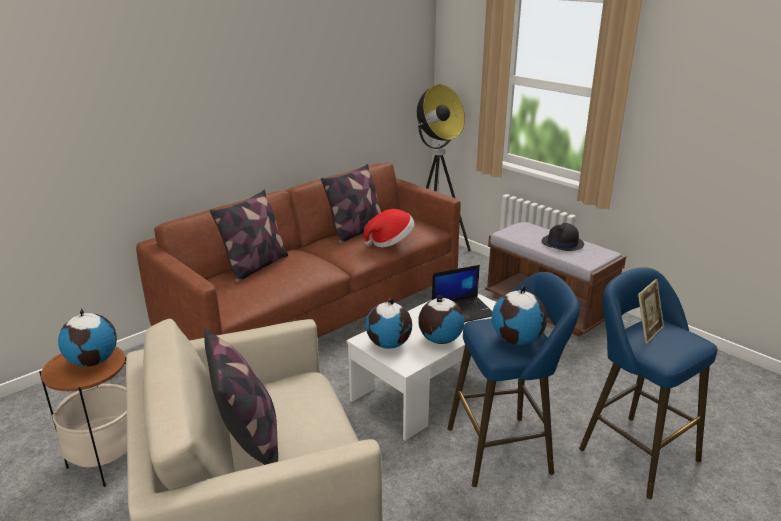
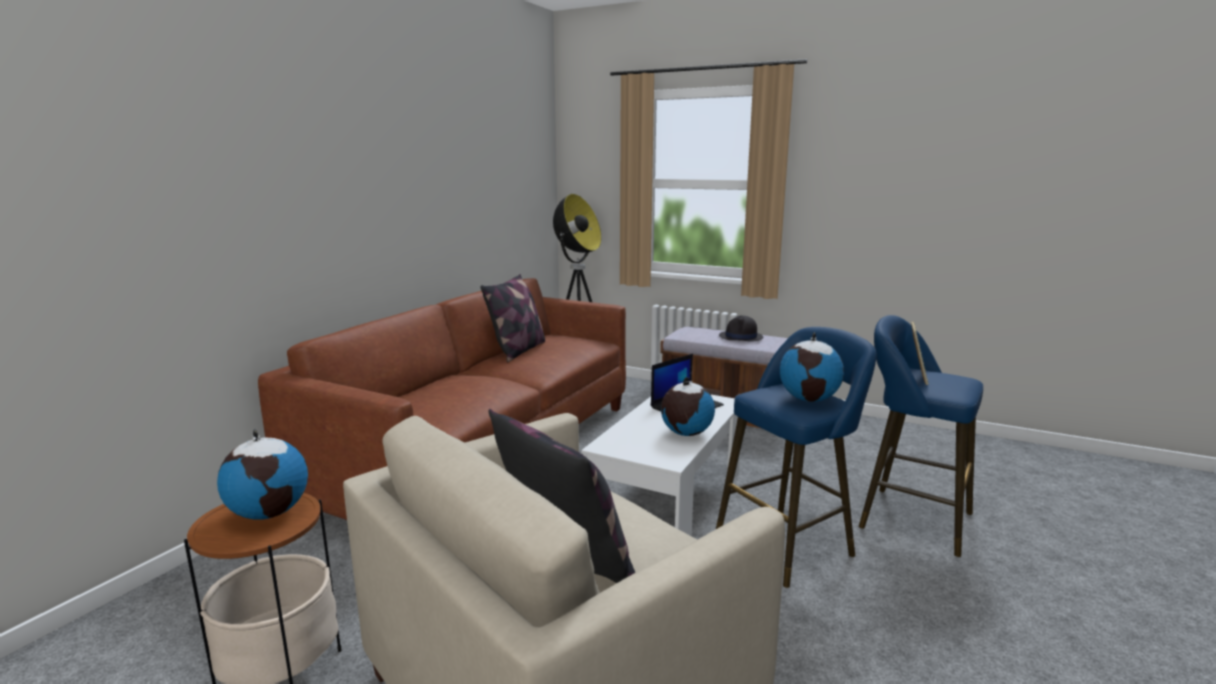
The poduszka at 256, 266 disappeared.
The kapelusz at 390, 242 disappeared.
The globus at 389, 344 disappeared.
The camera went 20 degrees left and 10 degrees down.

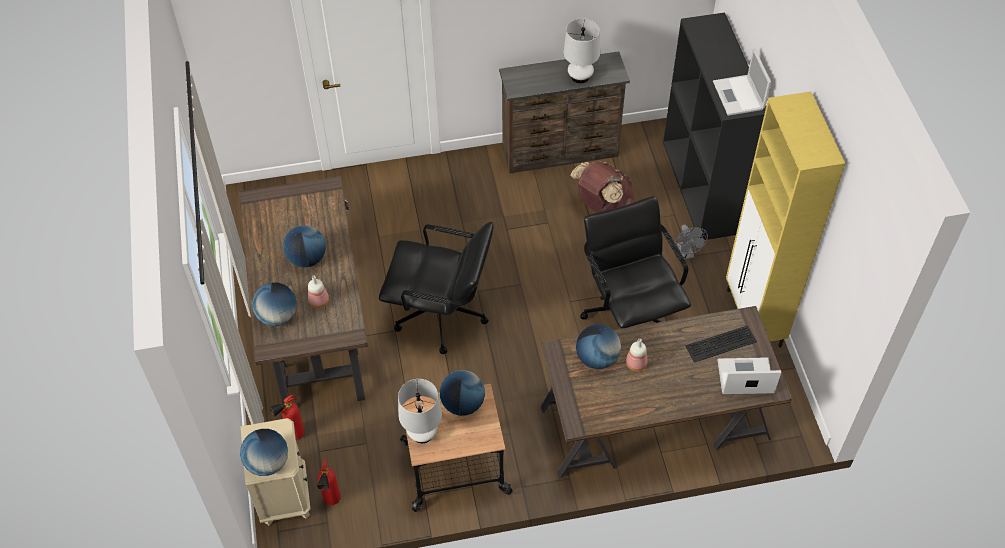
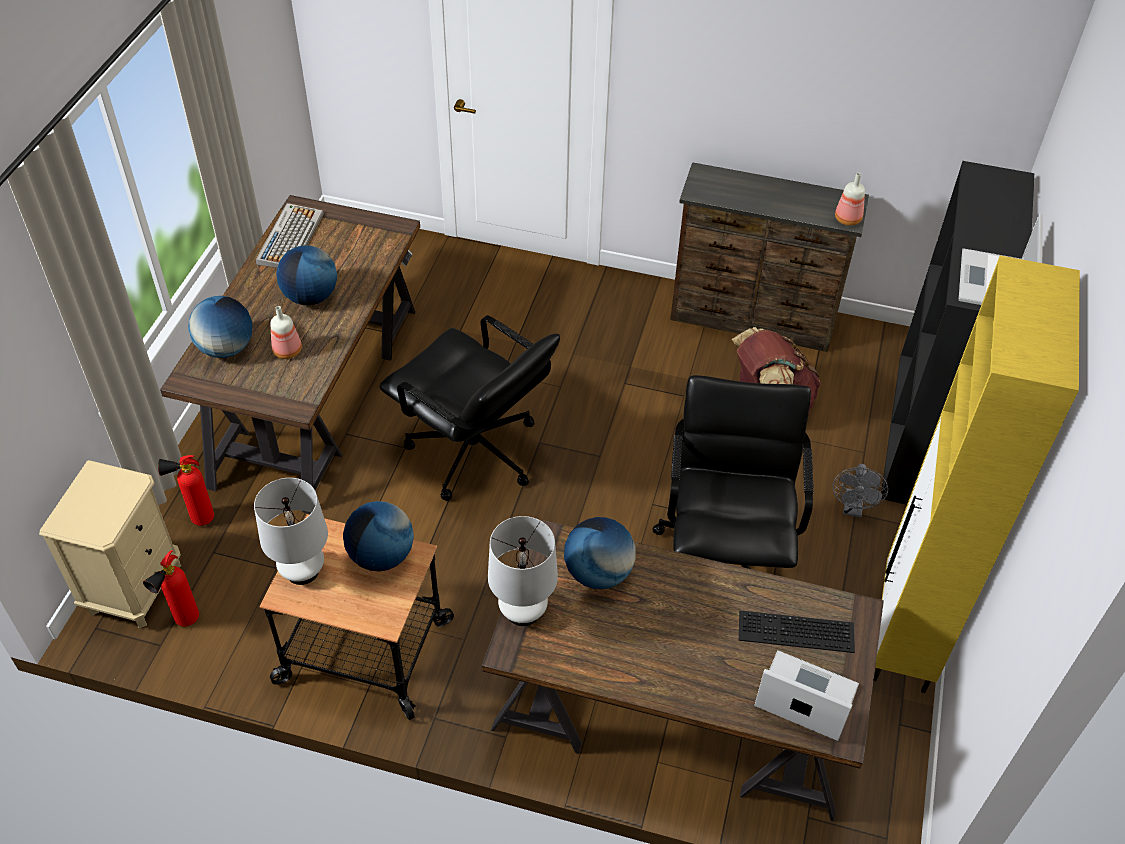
The klawiatura at 290, 237 appeared.
The lampa stołowa/biały moved from 580, 77 to 523, 611.
The butelka moved from 635, 363 to 847, 218.
The globus at 267, 463 disappeared.
The camera went 25 degrees right and 5 degrees down.

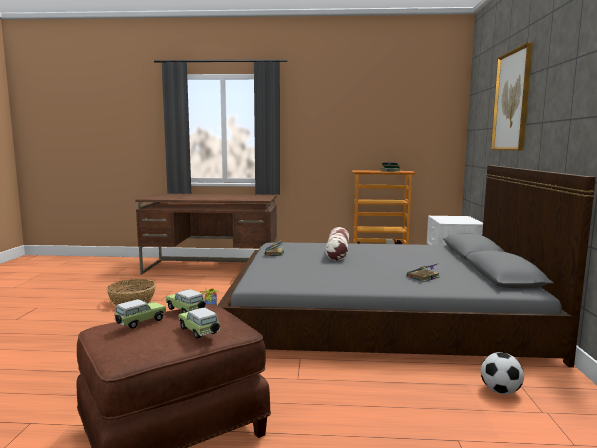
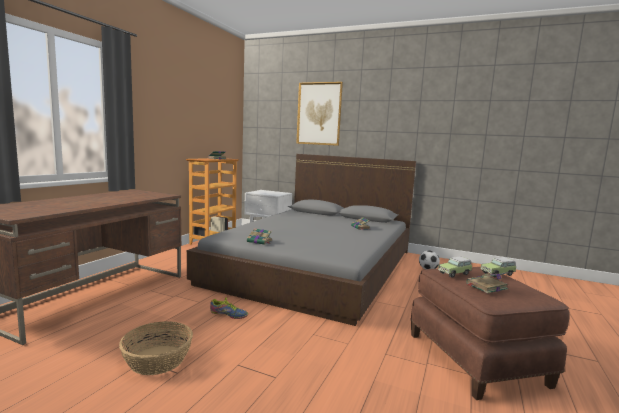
The samochodzik at 139, 322 was replaced by the książka at 486, 286.
The poduszka at 337, 252 disappeared.
The camera went 70 degrees left and 0 degrees up.

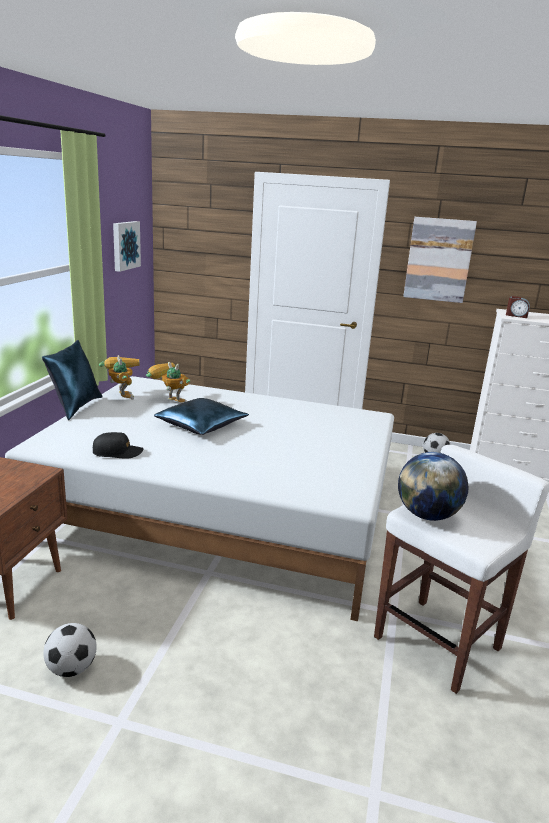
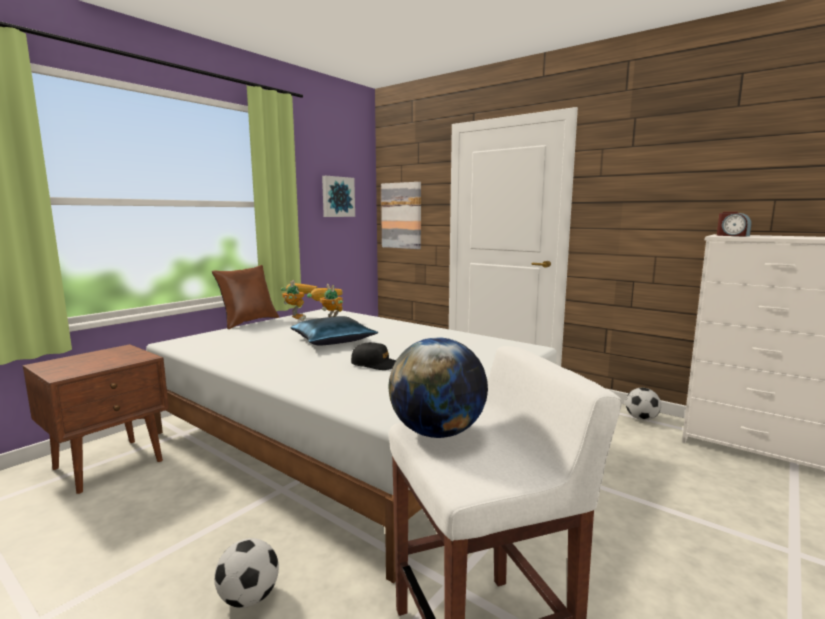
The poduszka/niebieski at 75, 407 became the poduszka/brązowy at 248, 322.
The piłka futbolowa moved from 71, 668 to 249, 598.
The czapka z daszkiem/czarny moved from 117, 452 to 376, 364.
The obraz moved from 438, 260 to 401, 215.
The camera went 25 degrees right and 10 degrees down.

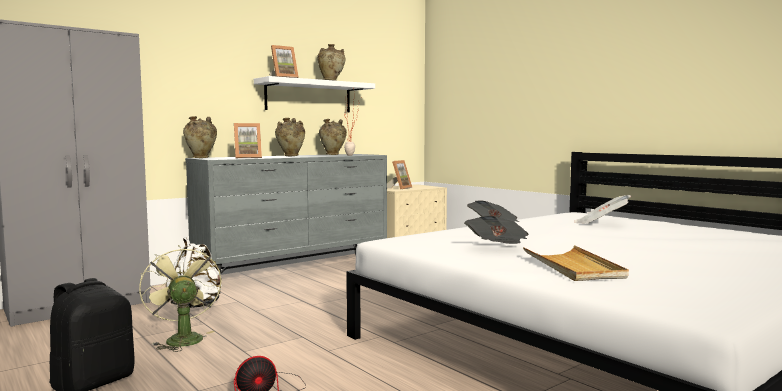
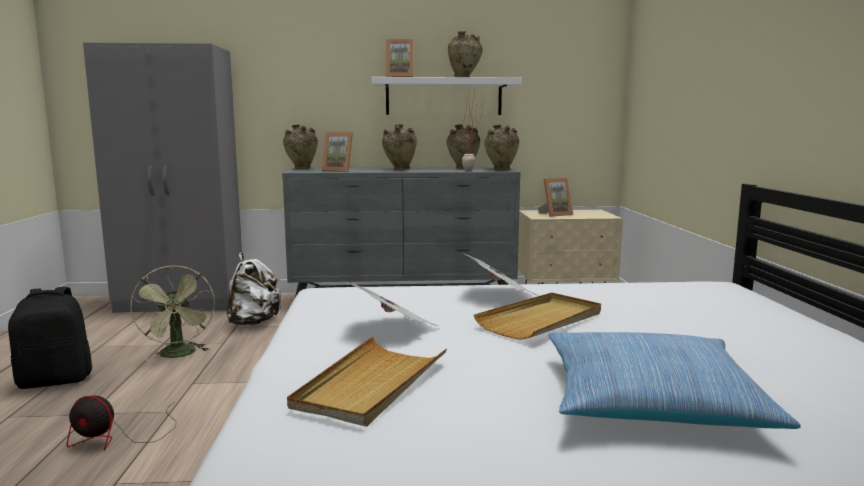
The wentylator/zielony at 182, 338 turned 150 degrees clockwise.
The taca/beżowy at 541, 320 appeared.
The wazon/beżowy at 501, 170 appeared.
The poduszka at 650, 399 appeared.
The gazeta at 601, 224 disappeared.
The camera went 35 degrees right and 5 degrees up.

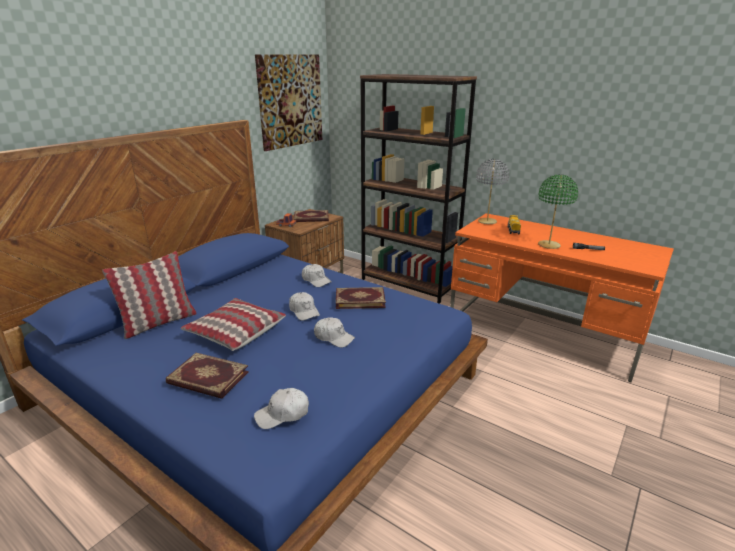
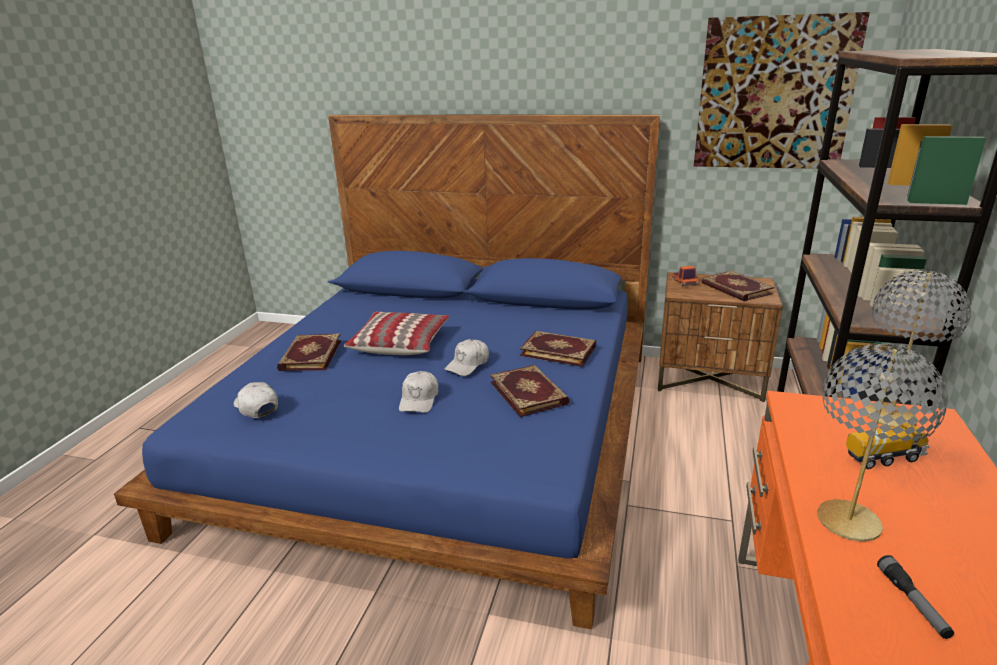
The czapka z daszkiem/biały at 316, 280 was replaced by the książka at 558, 350.
The lampa stołowa/zielony at 549, 245 became the lampa stołowa/szary at 849, 522.
The poduszka at 158, 323 disappeared.
The camera went 70 degrees right and 0 degrees up.

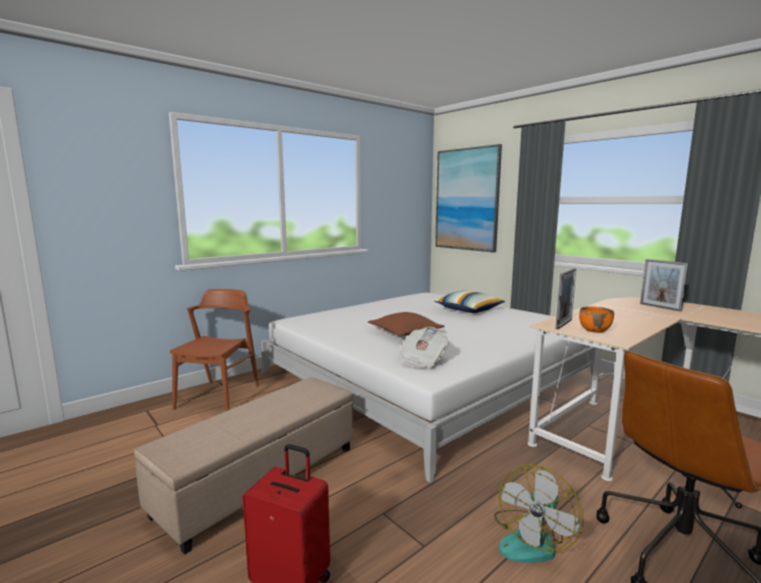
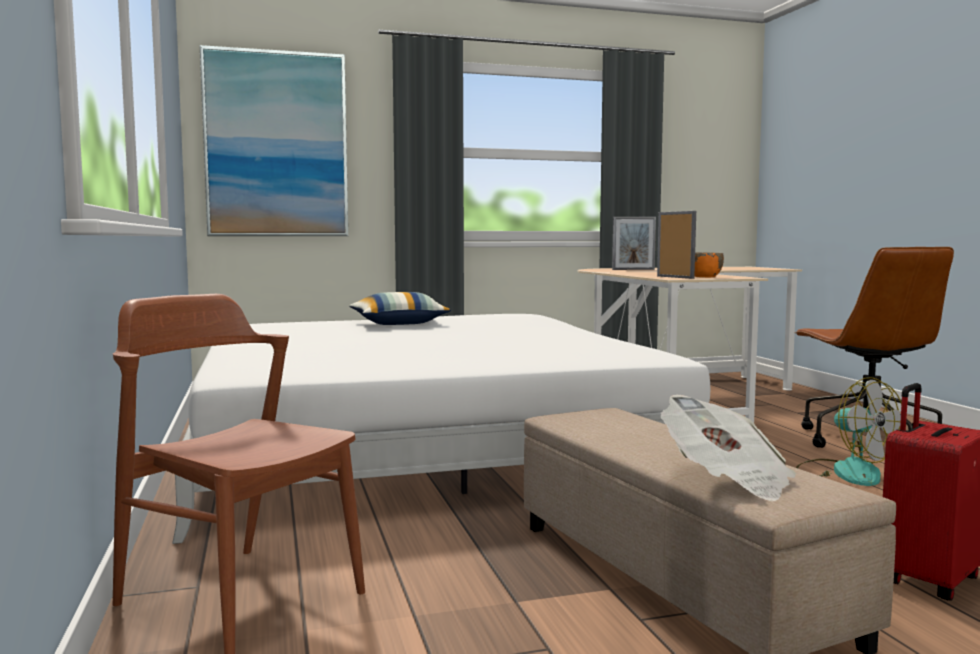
The gazeta moved from 421, 361 to 727, 480.
The poduszka/brązowy at 405, 332 disappeared.
The camera went 65 degrees left and 5 degrees down.

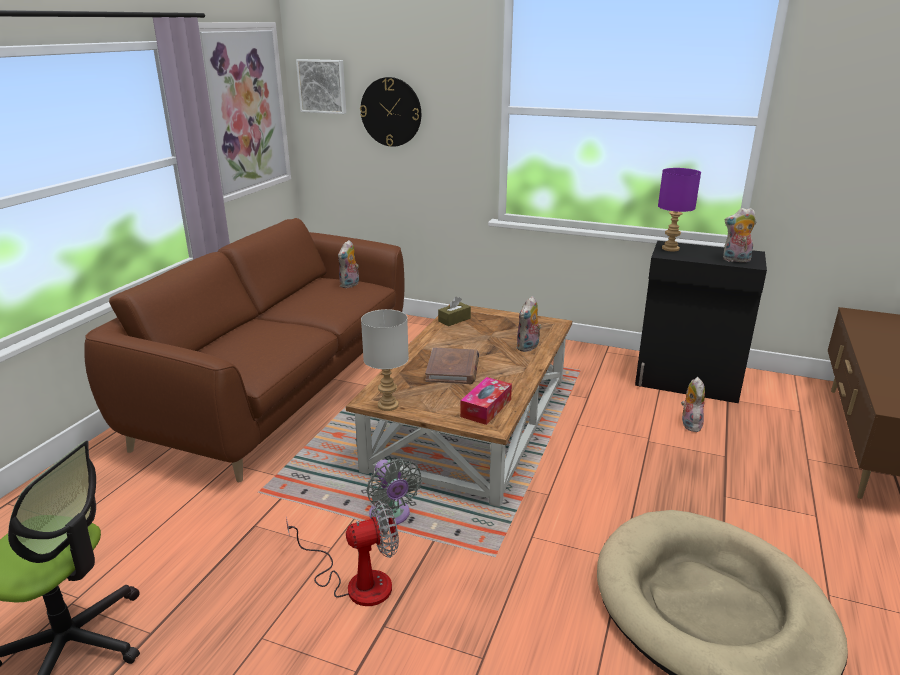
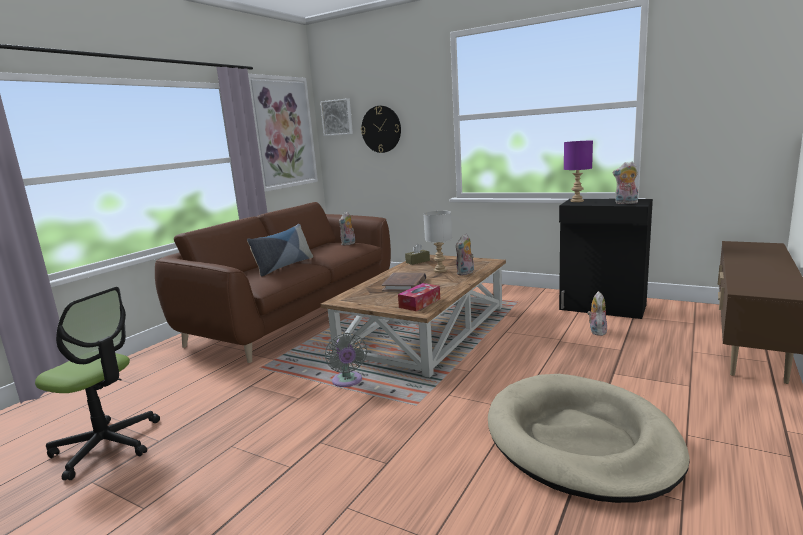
The poduszka at 284, 266 appeared.
The lampa stołowa/szary moved from 389, 405 to 440, 270.
The wentylator at 356, 582 disappeared.
The camera went 10 degrees right and 10 degrees down.

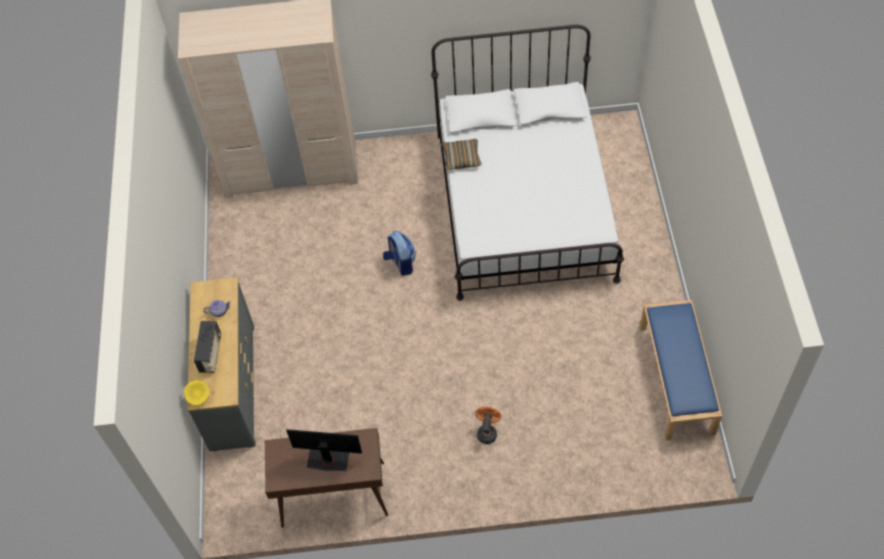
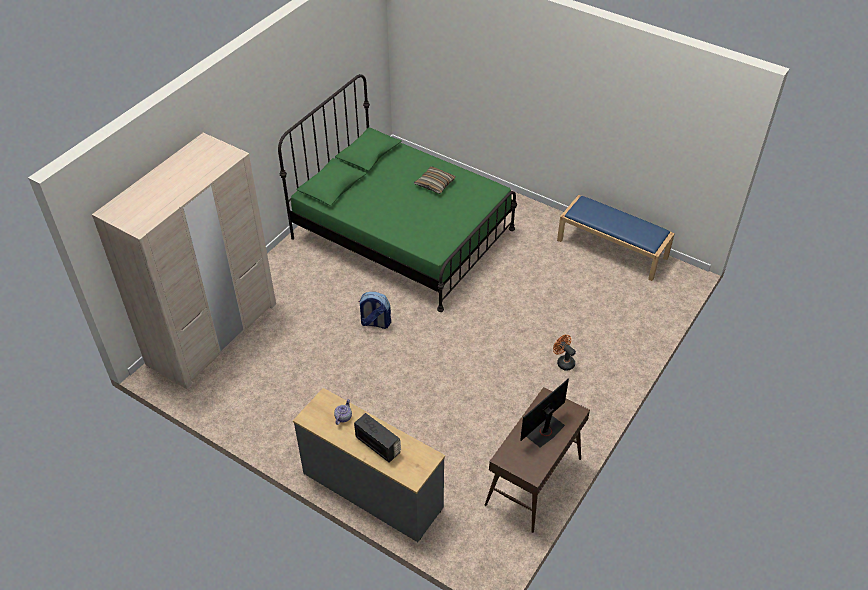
The łóżko/biały at 524, 205 became the łóżko/zielony at 402, 233.
The poduszka moved from 461, 158 to 435, 184.
The miska/żółty at 199, 398 disappeared.
The camera went 55 degrees left and 10 degrees down.

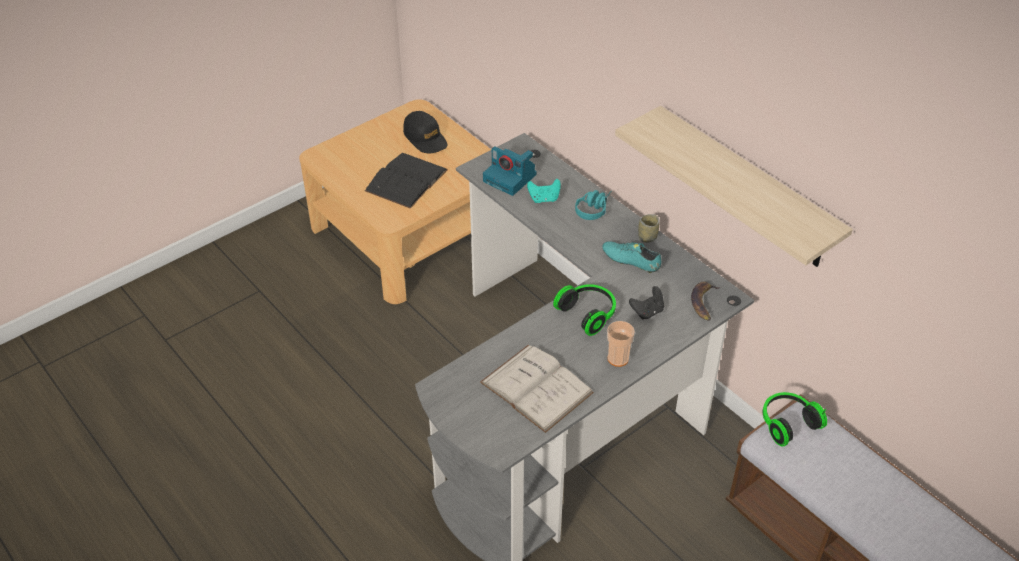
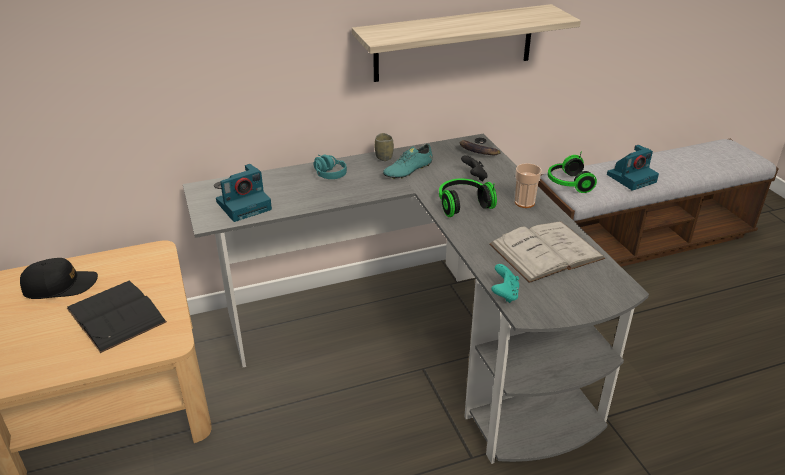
The pad do gier/turkusowy moved from 544, 199 to 504, 294.
The aparat fotograficzny at 631, 178 appeared.
The camera went 70 degrees left and 10 degrees down.

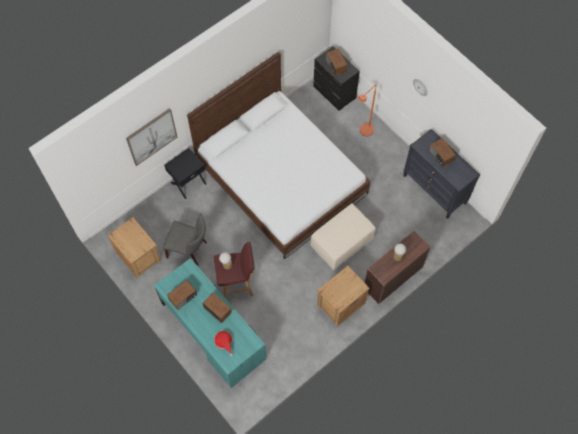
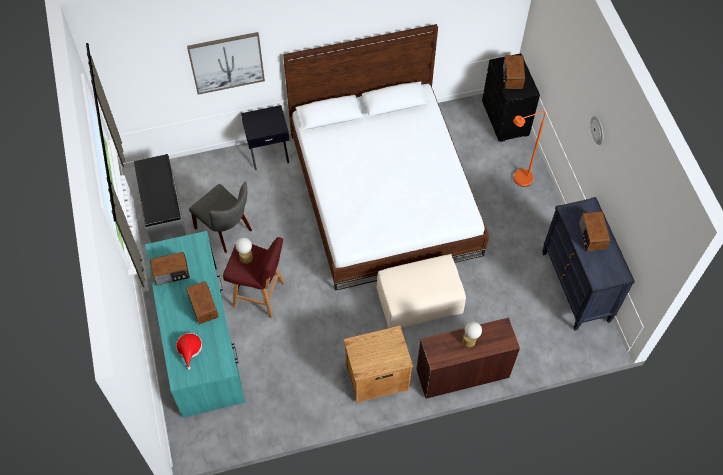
The szafka nocna/brązowy at 138, 255 was replaced by the ławka/szary at 163, 212.
The camera went 25 degrees right and 5 degrees down.

